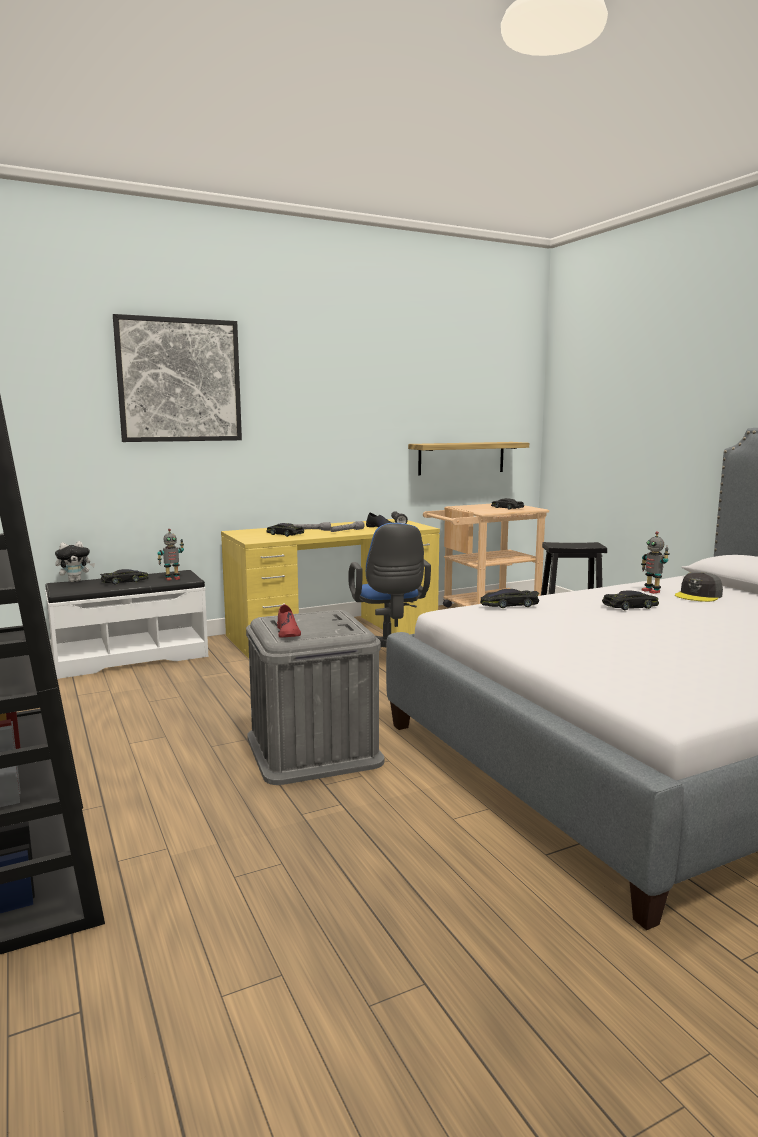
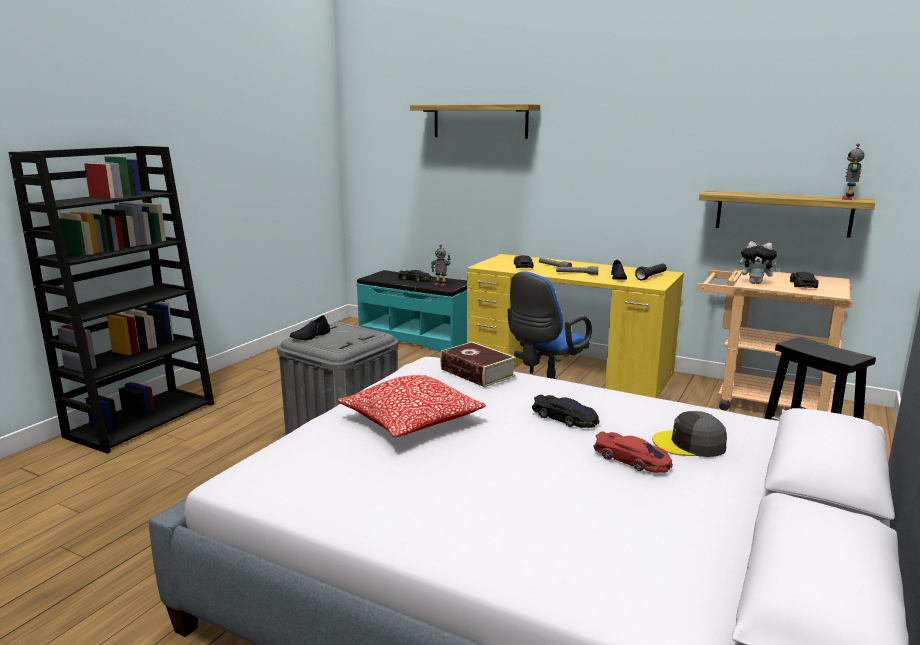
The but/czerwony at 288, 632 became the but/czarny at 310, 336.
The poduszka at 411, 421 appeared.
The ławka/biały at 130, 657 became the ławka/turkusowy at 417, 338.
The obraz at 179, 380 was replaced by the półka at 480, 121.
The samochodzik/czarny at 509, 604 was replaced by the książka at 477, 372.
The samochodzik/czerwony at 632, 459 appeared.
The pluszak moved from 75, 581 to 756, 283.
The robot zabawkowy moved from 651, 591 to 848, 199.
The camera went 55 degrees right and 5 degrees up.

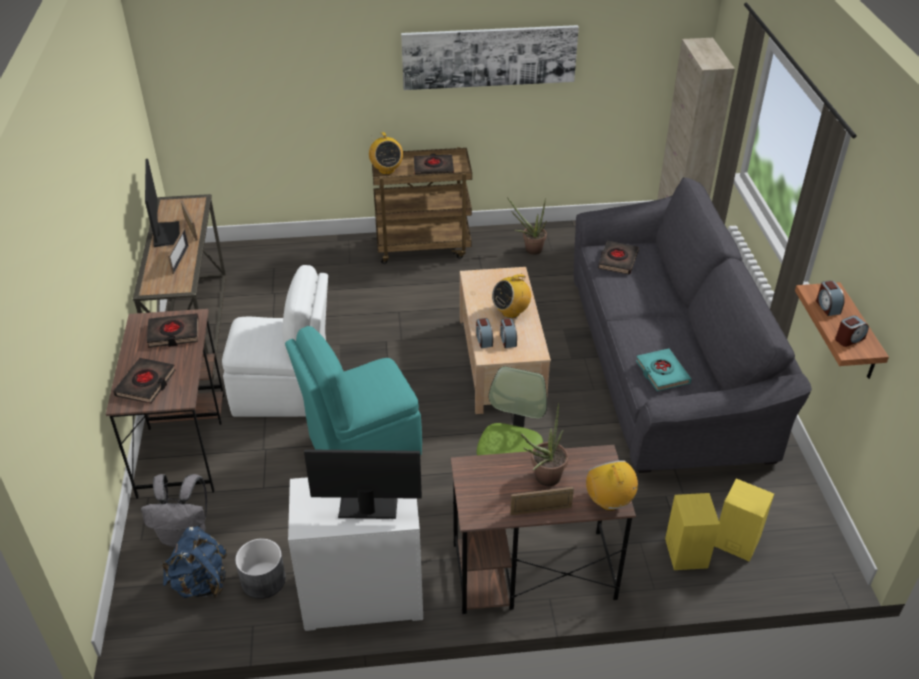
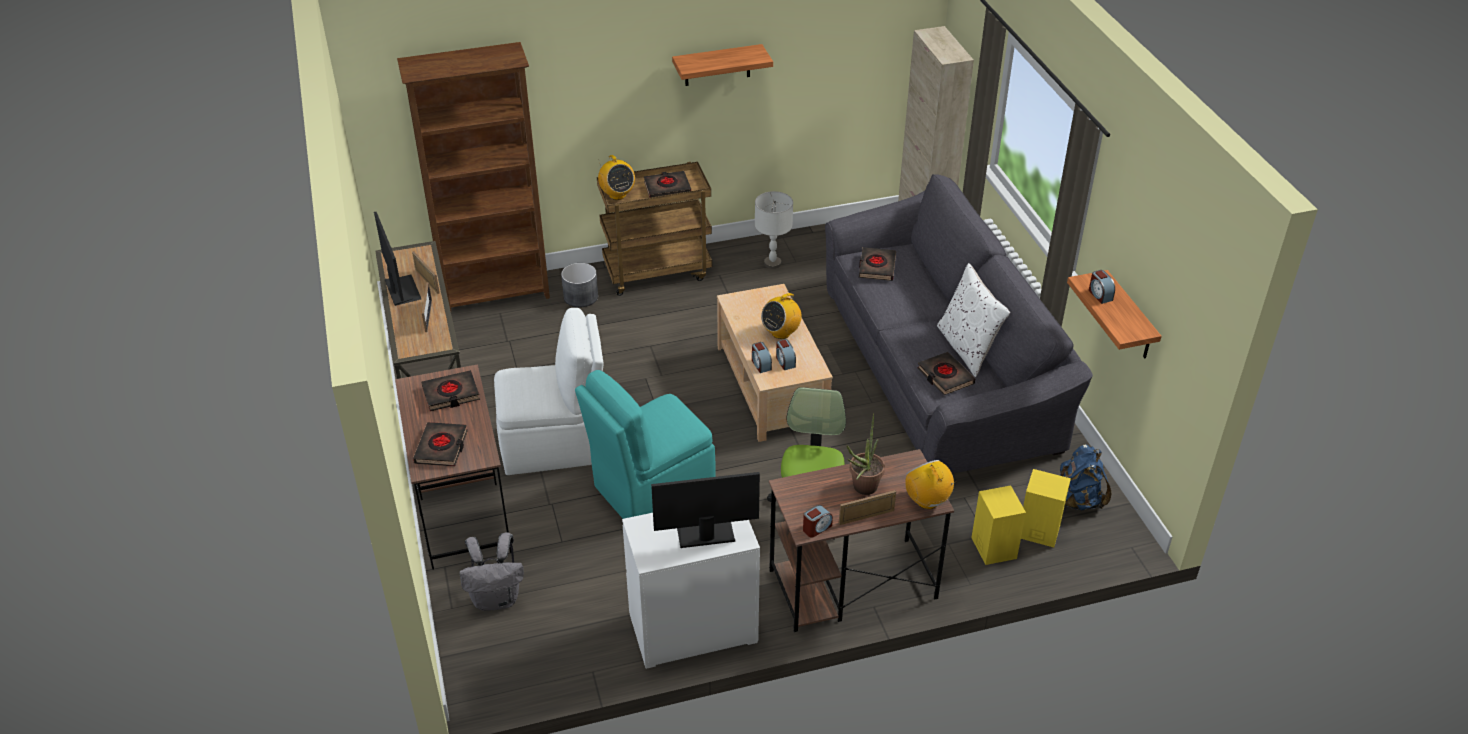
The regał/brązowy at 496, 295 appeared.
The donica/szary moved from 263, 580 to 580, 297.
The obraz at 489, 56 was replaced by the półka at 717, 65.
The roślina doniczkowa at 529, 249 was replaced by the lampa stołowa/szary at 772, 263.
The budzik moved from 849, 339 to 816, 528.
The książka/turkusowy at 662, 372 became the książka/czarny at 945, 376.
The poduszka/biały at 967, 348 appeared.
The plecak/niebieski moved from 200, 583 to 1077, 500.
The camera went 10 degrees left and 0 degrees up.

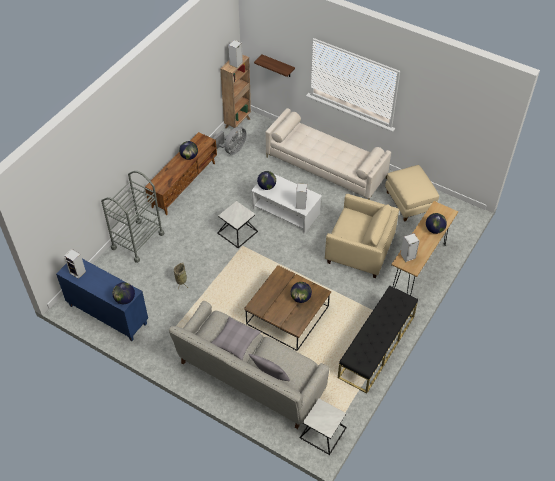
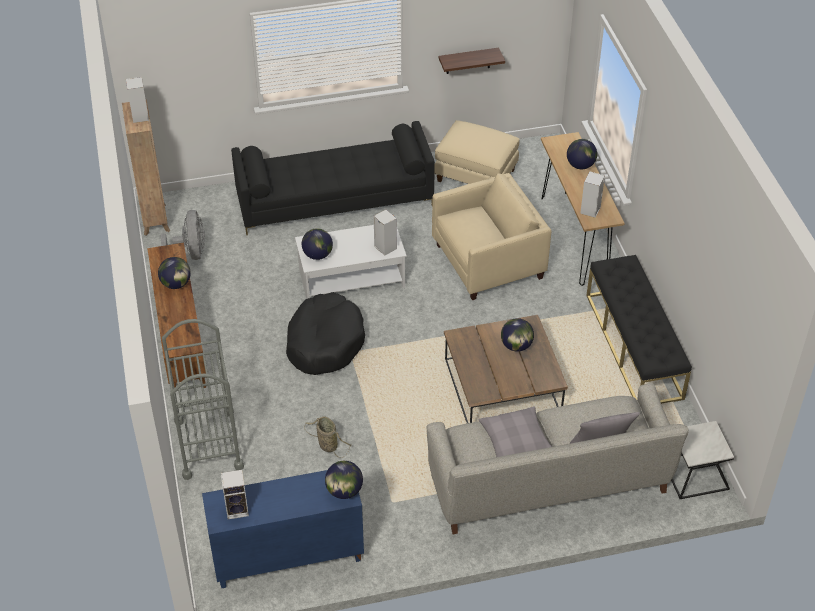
The kanapa/beżowy at 326, 167 became the kanapa/czarny at 335, 199.
The stolik at 237, 232 was replaced by the legowisko/czarny at 324, 342.
The półka moved from 278, 66 to 468, 61.
The camera went 45 degrees left and 5 degrees down.

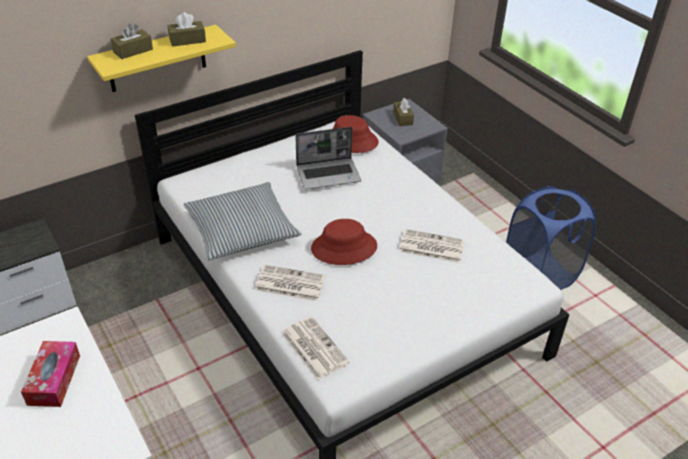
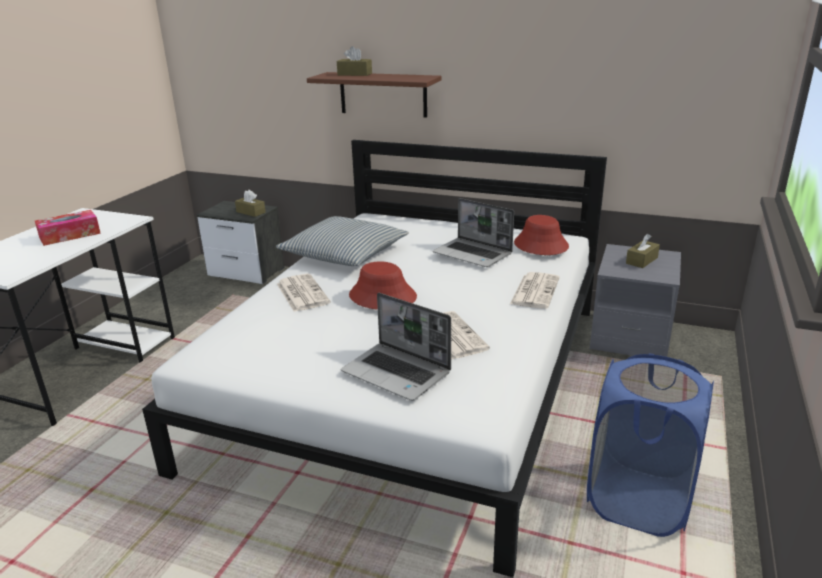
The pudełko chusteczek/brązowy moved from 187, 40 to 251, 212.
The półka/żółty at 157, 59 became the półka/brązowy at 383, 94.
The laptop at 398, 373 appeared.
The gazeta moved from 313, 348 to 534, 291.
The camera went 55 degrees right and 15 degrees down.

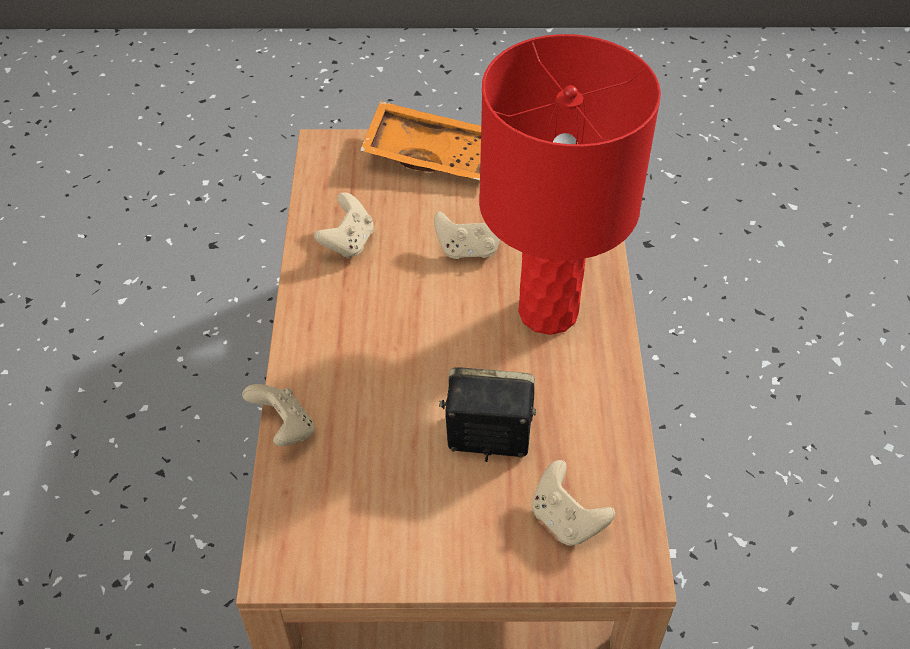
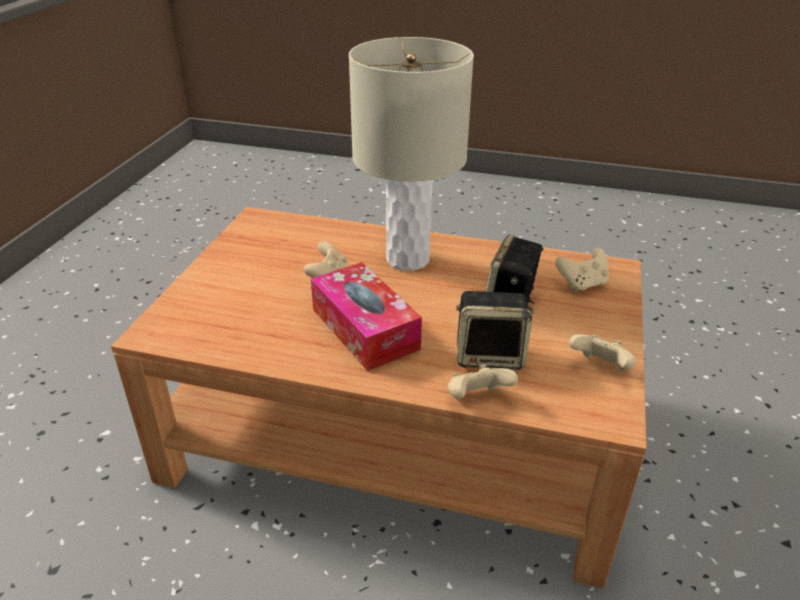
The pudełko chusteczek at 365, 329 appeared.
The lampa stołowa/czerwony at 547, 311 became the lampa stołowa/beżowy at 407, 259.
The głośnik at 490, 355 appeared.
The pad do gier/beżowy moved from 348, 243 to 600, 368.
The taca/pomarańczowy at 434, 154 disappeared.
The camera went 75 degrees left and 15 degrees down.

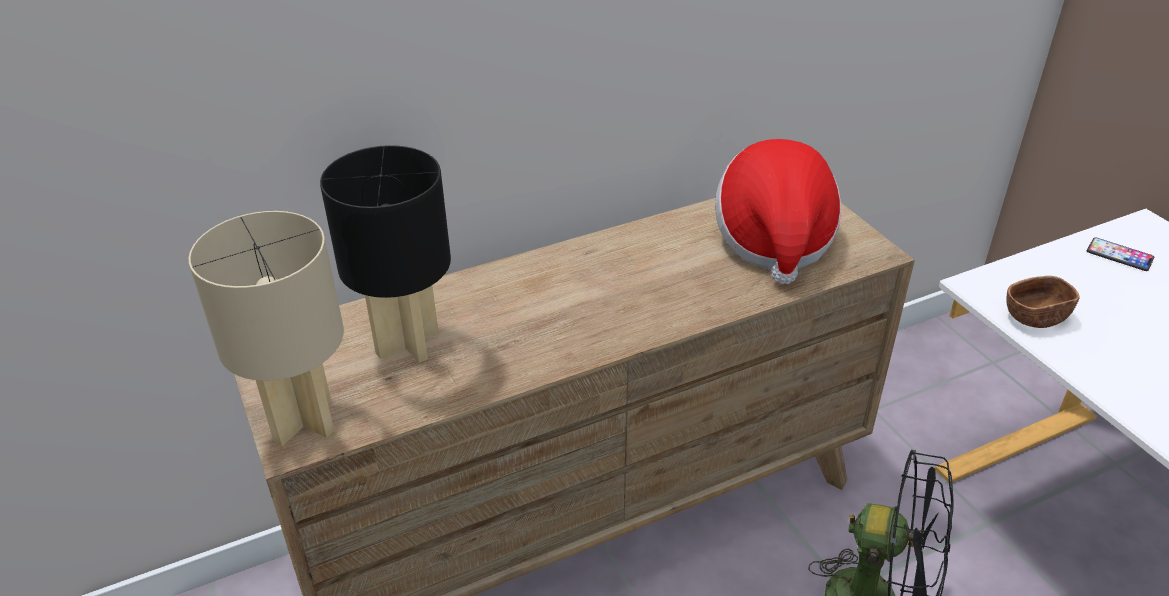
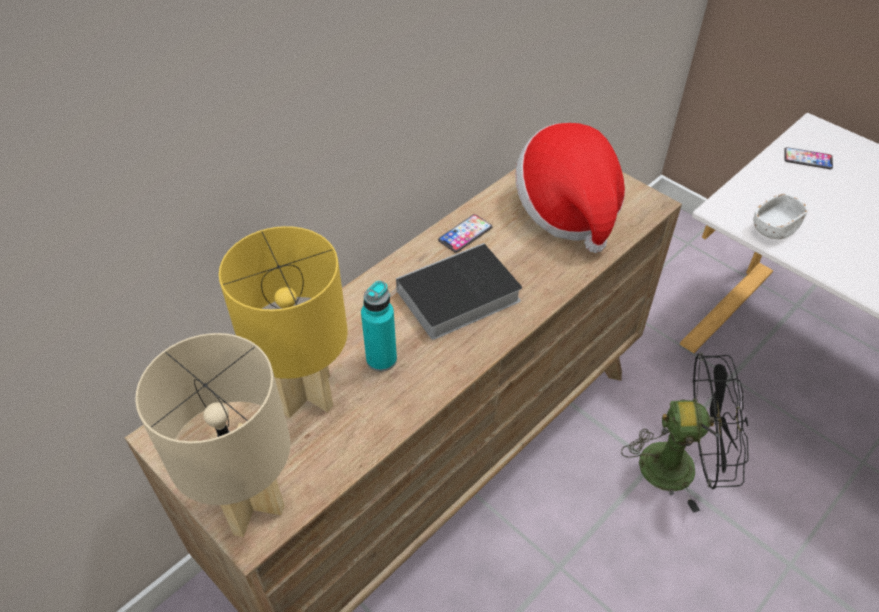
The lampa stołowa/czarny at 406, 344 became the lampa stołowa/żółty at 306, 395.
The butelka/turkusowy at 381, 359 appeared.
The książka at 455, 298 appeared.
The telefon at 465, 234 appeared.
The miska/brązowy at 1035, 316 became the miska/biały at 774, 228.
The camera went 20 degrees left and 10 degrees up.

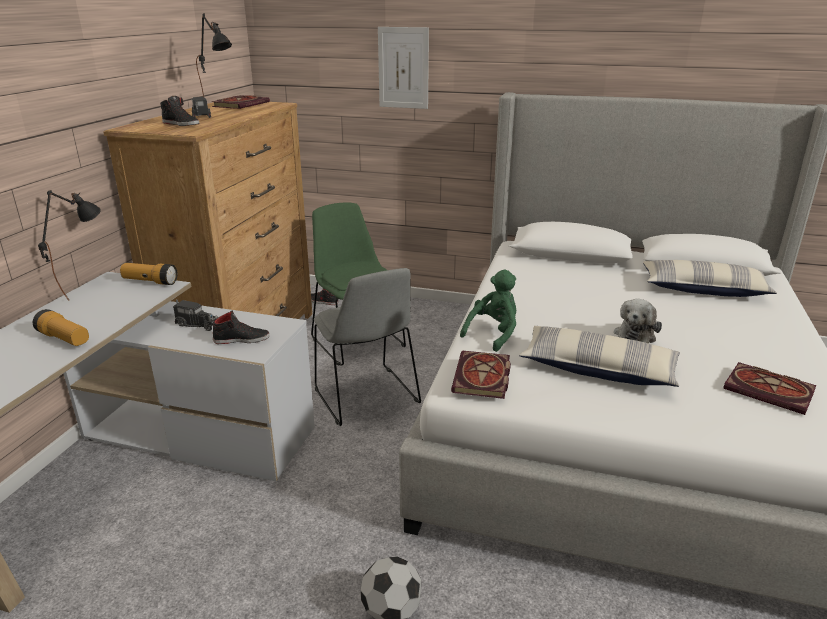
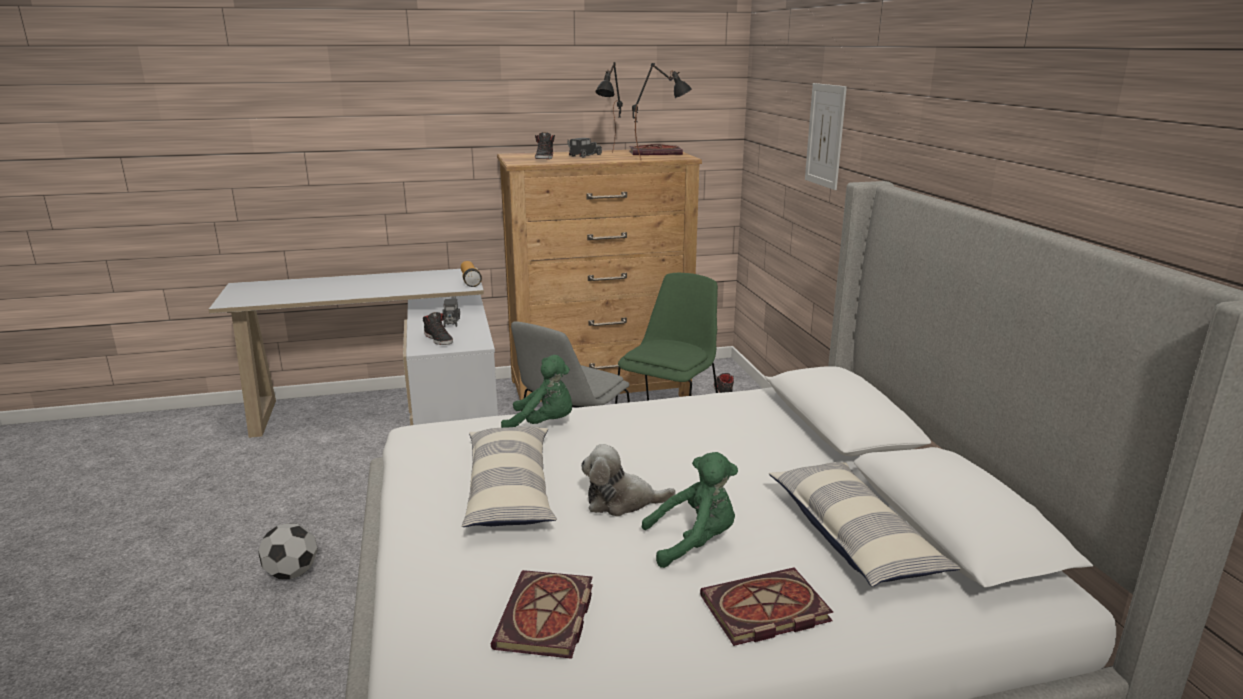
The lampa stołowa/czarny moved from 84, 290 to 660, 159.
The pluszak/zielony at 694, 542 appeared.
The książka moved from 483, 378 to 763, 611.
The latarka at 64, 339 disappeared.
The camera went 60 degrees right and 5 degrees down.

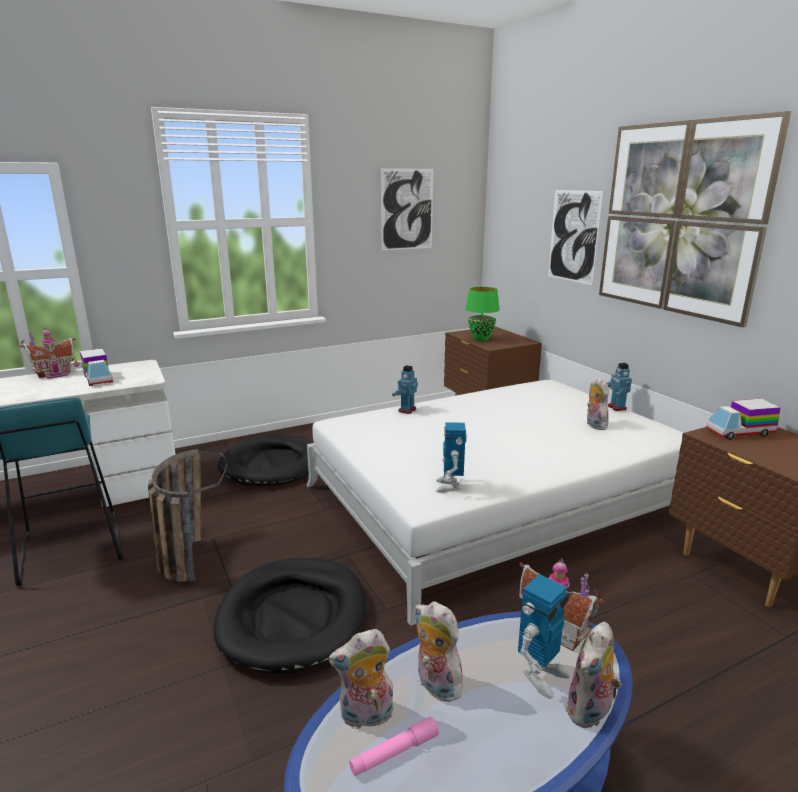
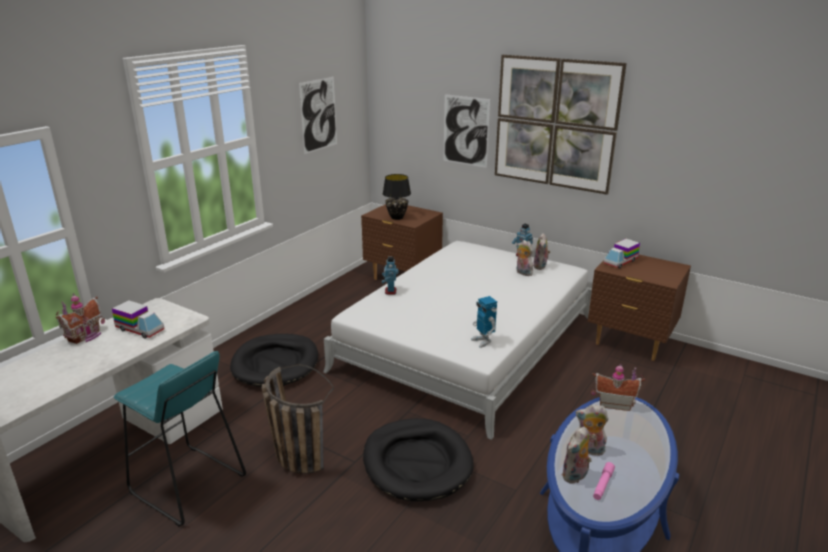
The lampa stołowa/zielony at 481, 339 became the lampa stołowa/czarny at 397, 217.
The pluszak moved from 590, 712 to 540, 266.
The robot zabawkowy at 541, 675 disappeared.
The camera went 30 degrees left and 5 degrees up.

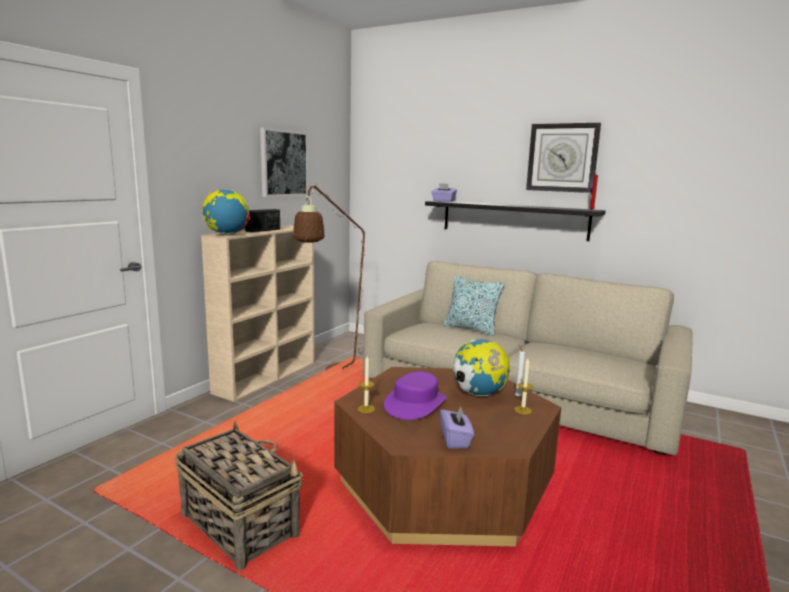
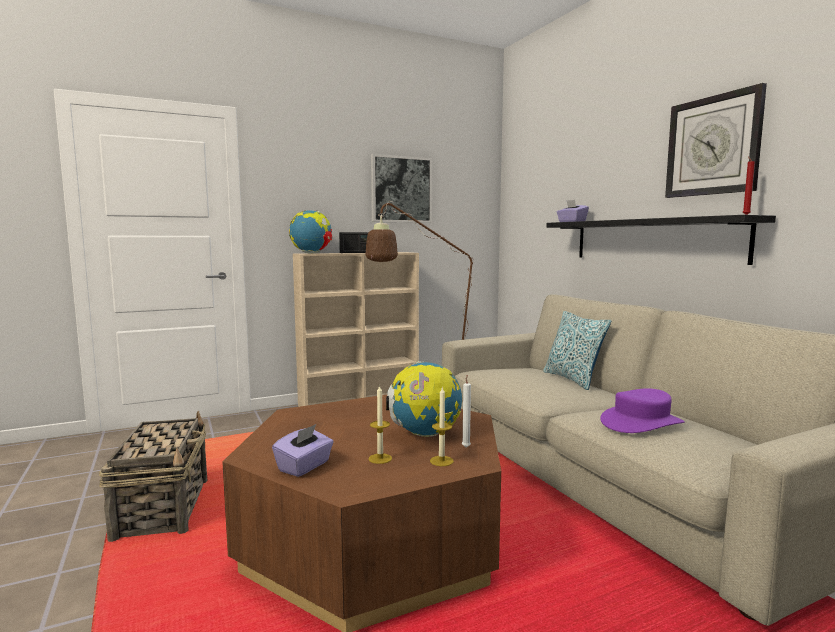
The świeca moved from 366, 409 to 380, 458.
The kapelusz/fioletowy moved from 415, 404 to 641, 422.
The camera went 35 degrees right and 5 degrees down.

